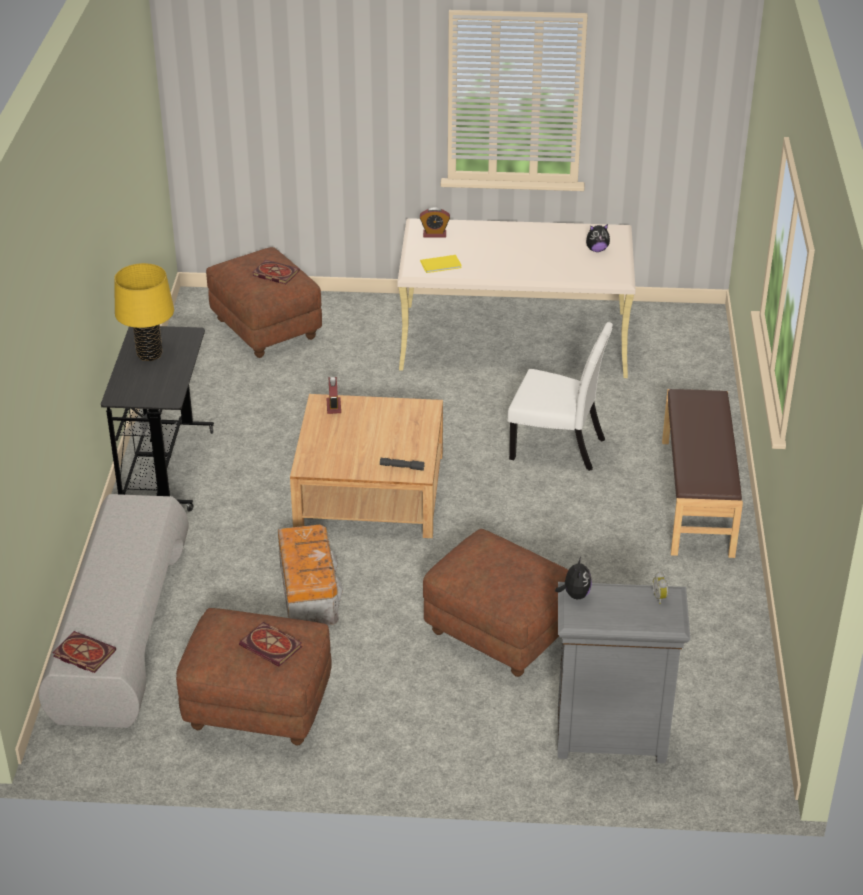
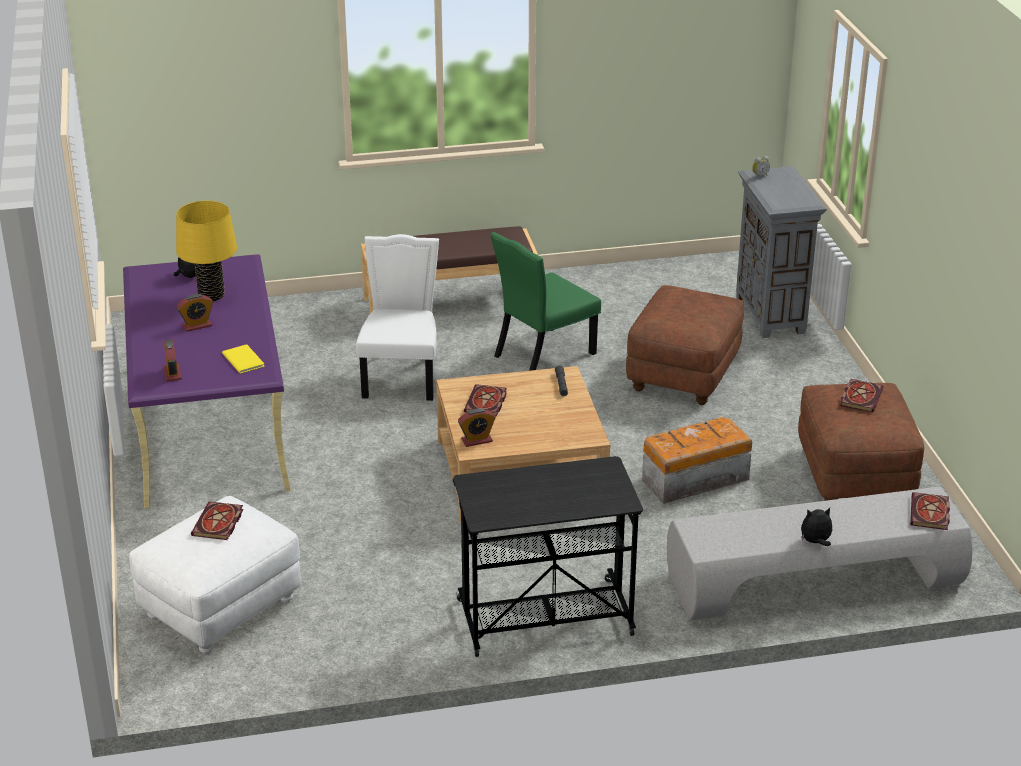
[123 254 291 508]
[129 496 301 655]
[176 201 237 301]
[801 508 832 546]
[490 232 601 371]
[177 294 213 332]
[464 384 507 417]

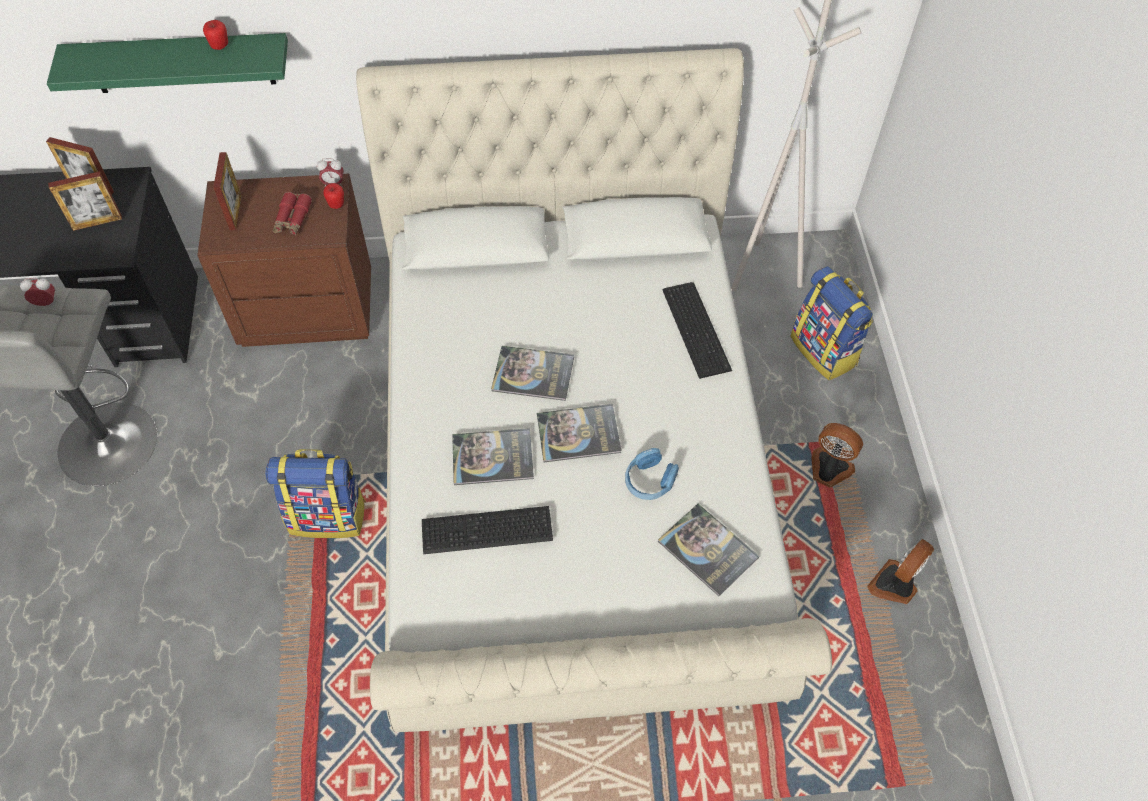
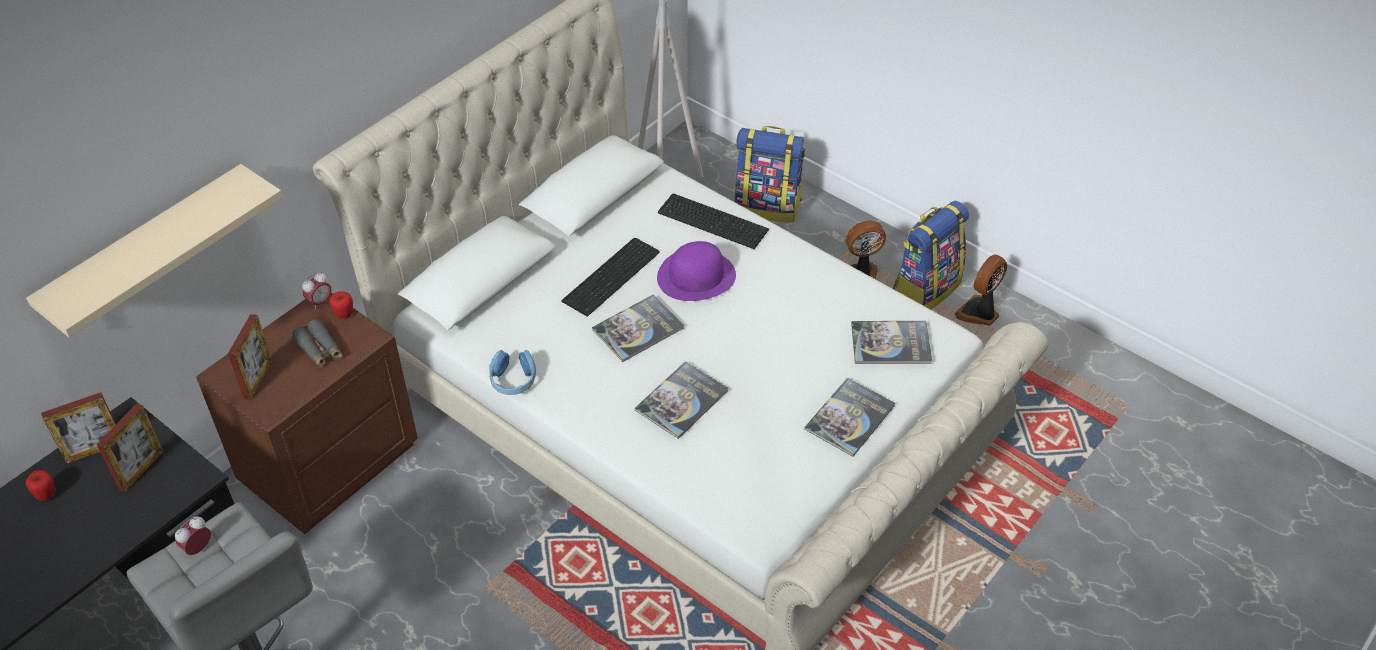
[25 470 56 501]
[26 164 283 337]
[228 314 272 400]
[291 319 342 368]
[804 378 895 456]
[490 350 536 395]
[893 201 969 310]
[561 238 660 317]
[954 255 1007 326]
[657 241 736 301]

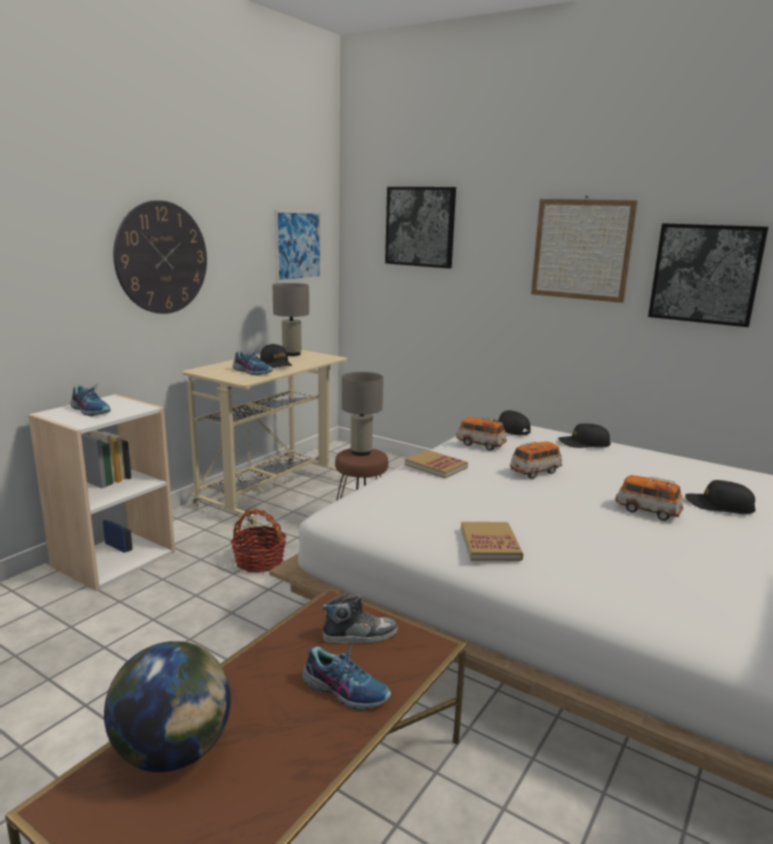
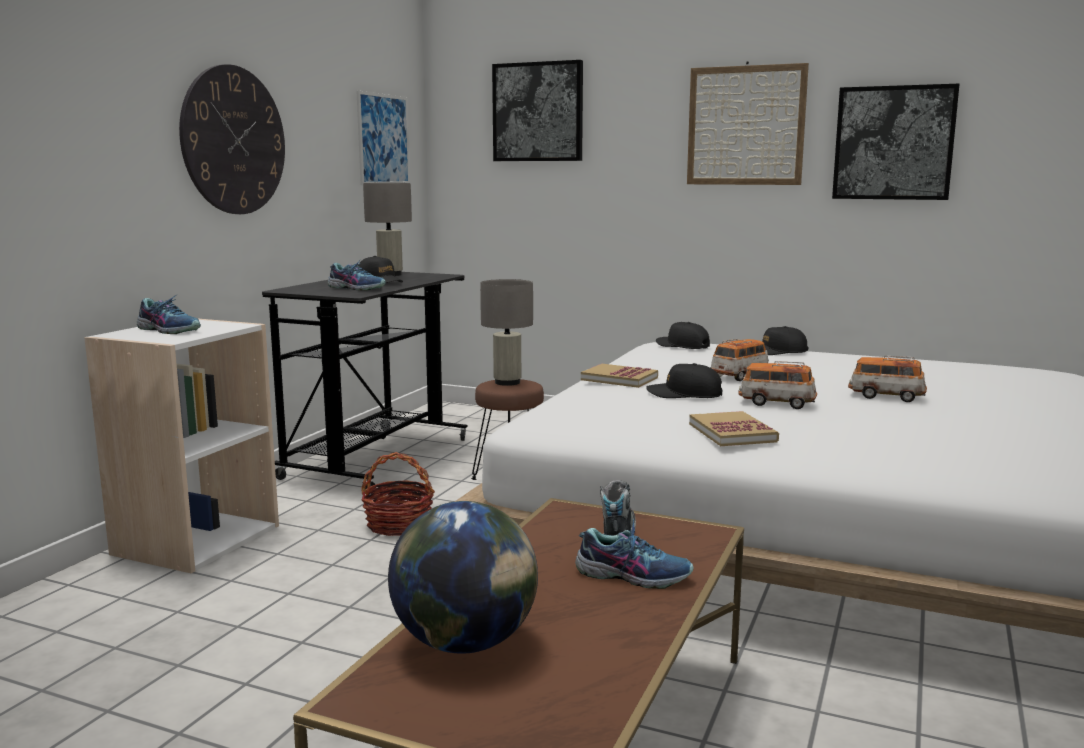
[262 272 468 490]
[739 361 817 409]
[646 363 722 398]
[600 480 636 535]

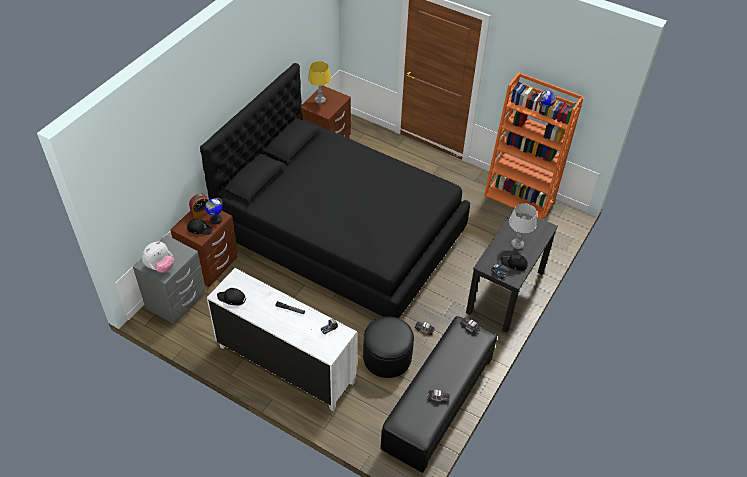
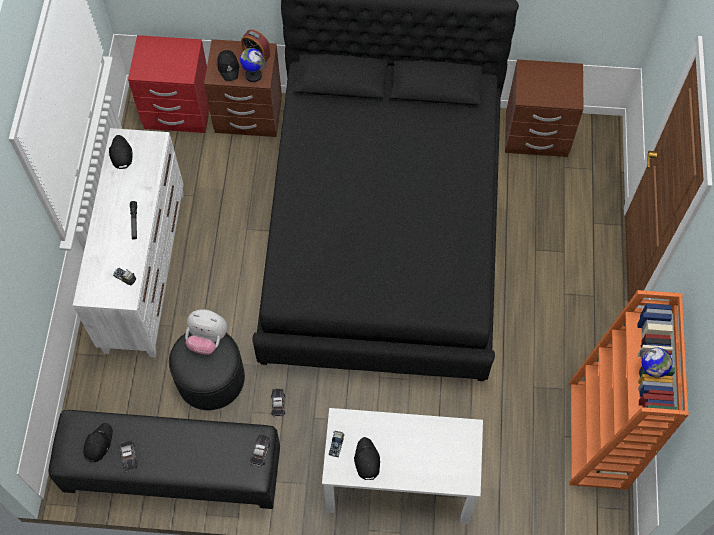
[308 61 331 104] (first image)
[509 203 537 249] (first image)
[322 408 483 524]
[128 35 209 133]
[185 309 227 355]
[83 423 113 462]

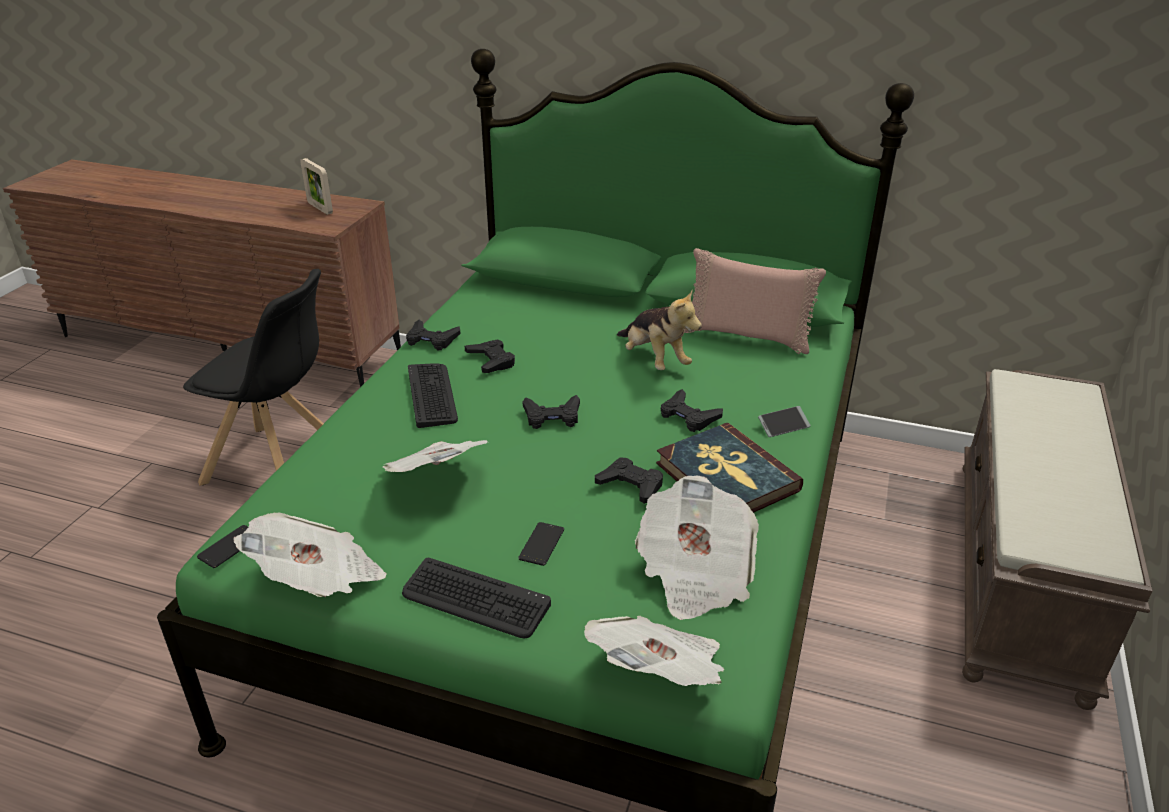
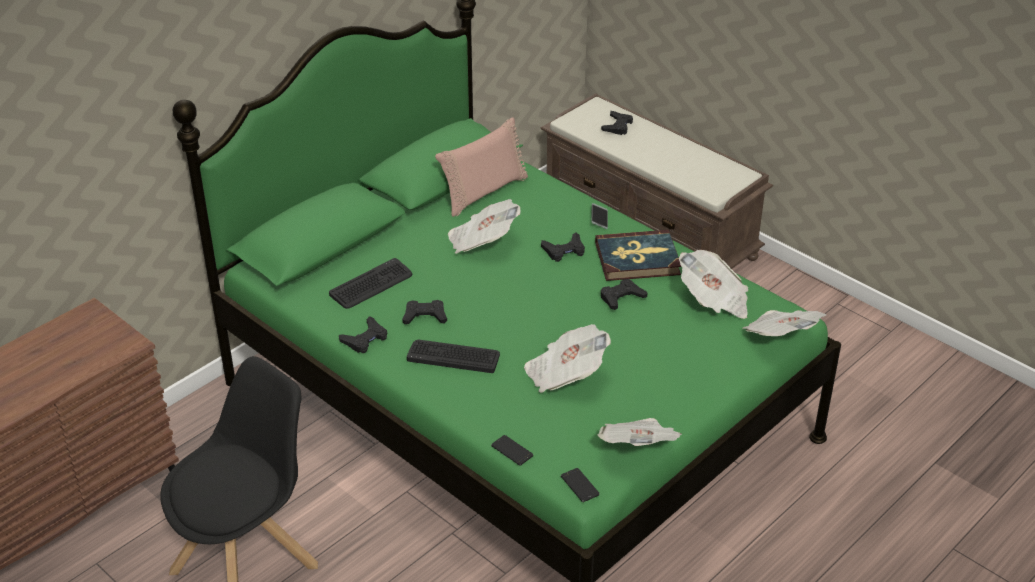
[300 158 333 215] (first image)
[448 199 521 254]
[601 111 633 135]
[491 435 533 465]
[329 258 412 309]

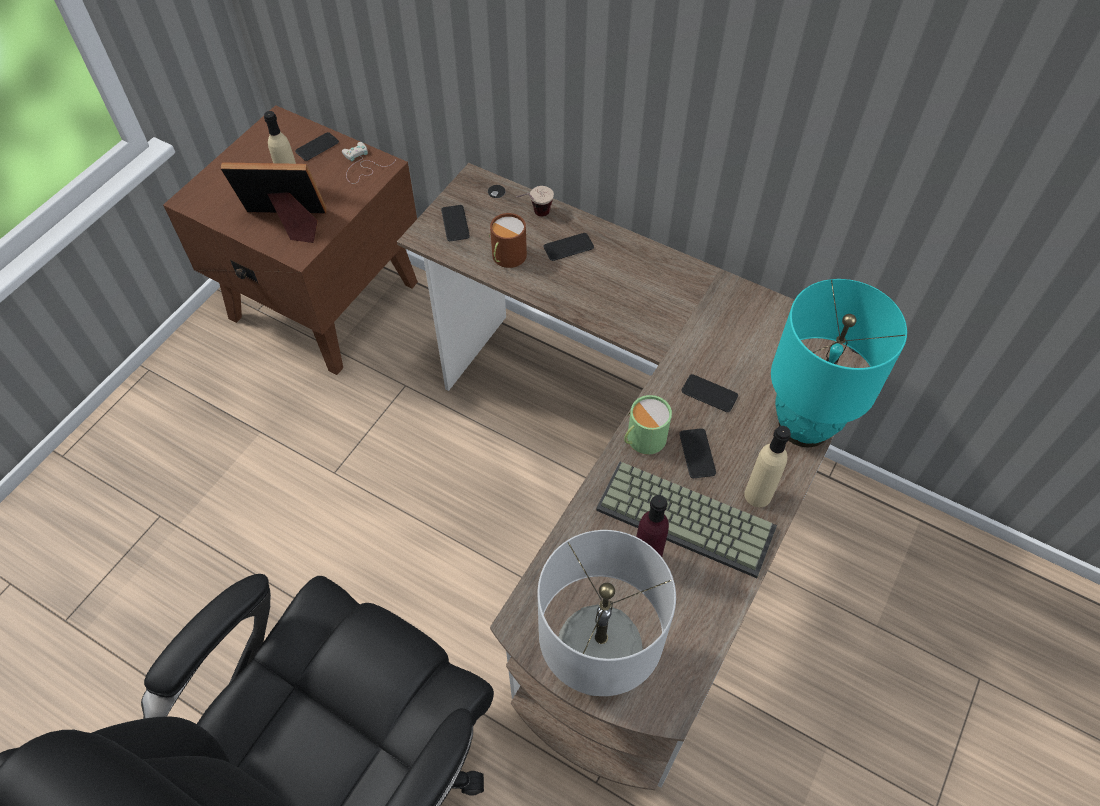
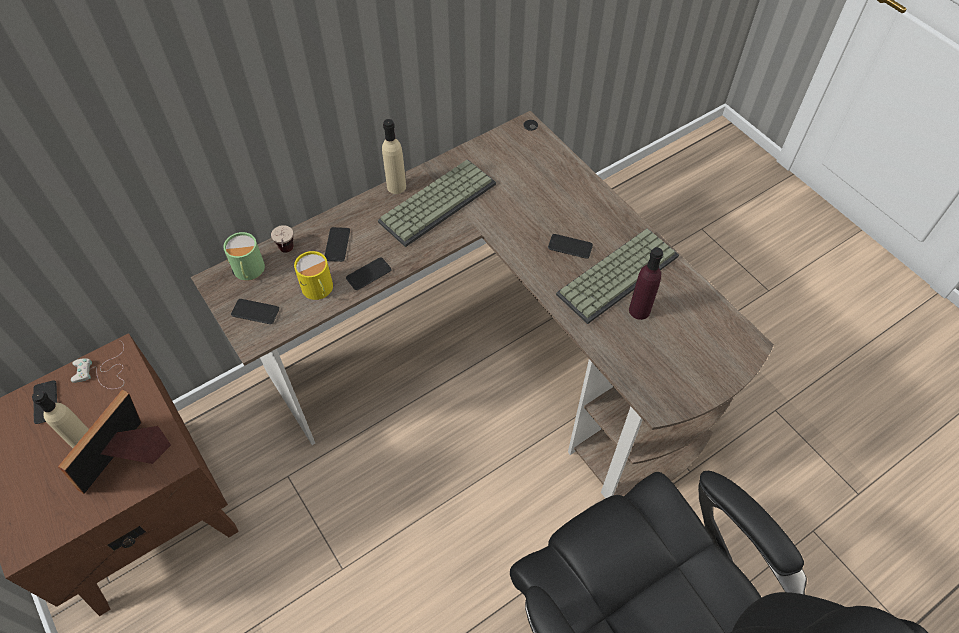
[294 251 333 300]
[771 279 907 447] (first image)
[346 257 392 290]
[223 232 265 281]
[382 119 406 194]
[538 530 676 696] (first image)
[378 159 496 247]

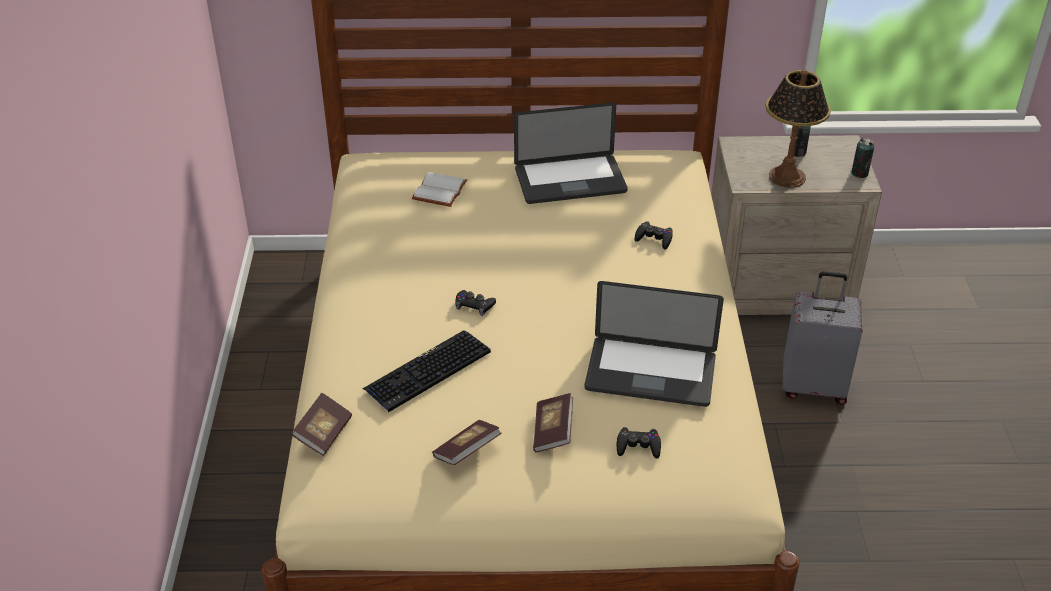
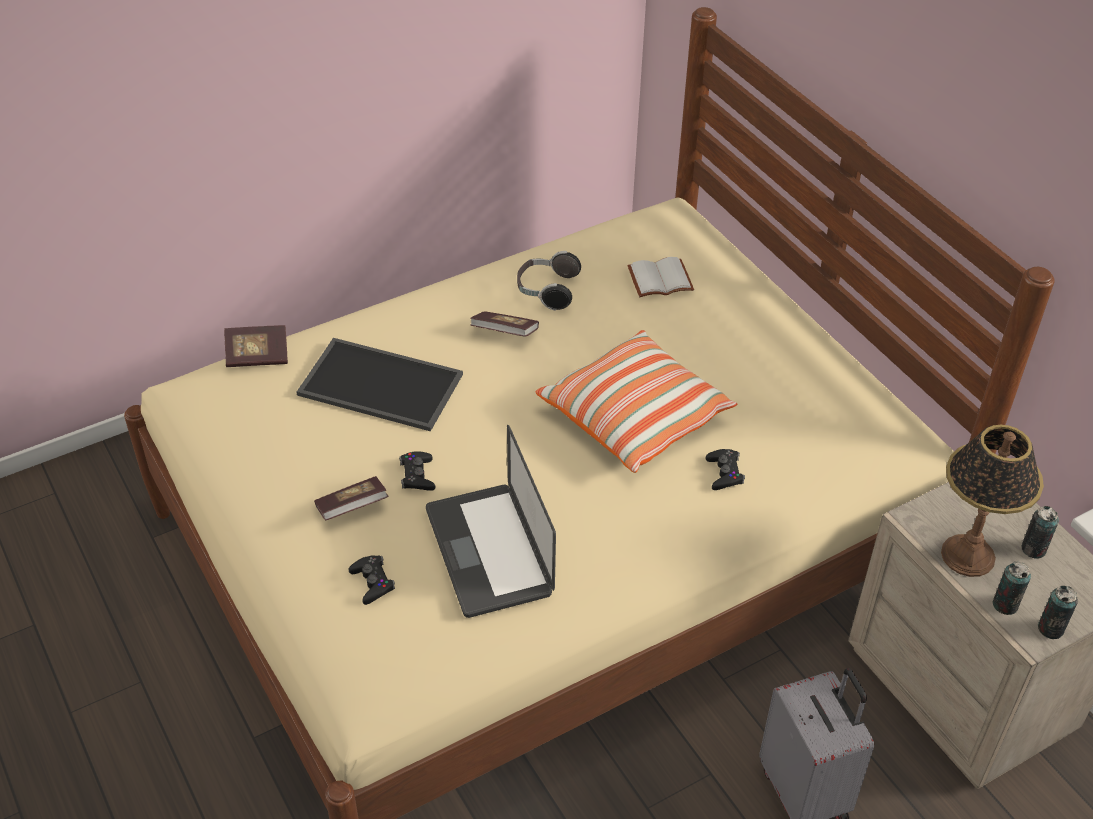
[514 103 628 204] (first image)
[399 451 435 491]
[297 338 463 431]
[470 311 539 337]
[517 251 581 311]
[535 330 738 473]
[992 562 1031 615]

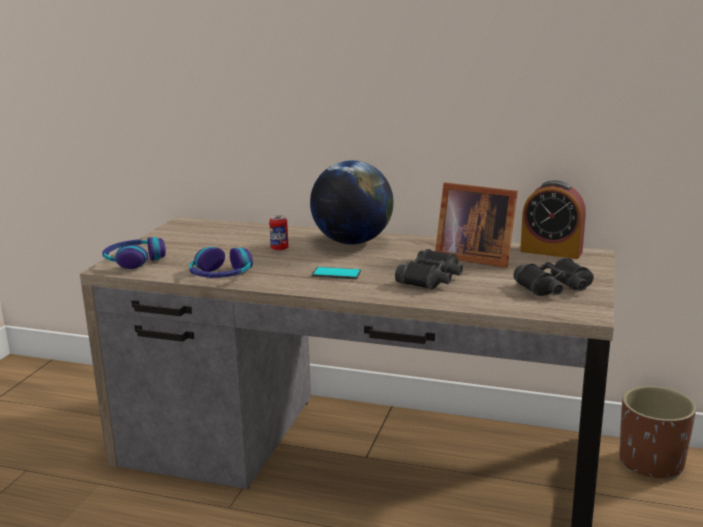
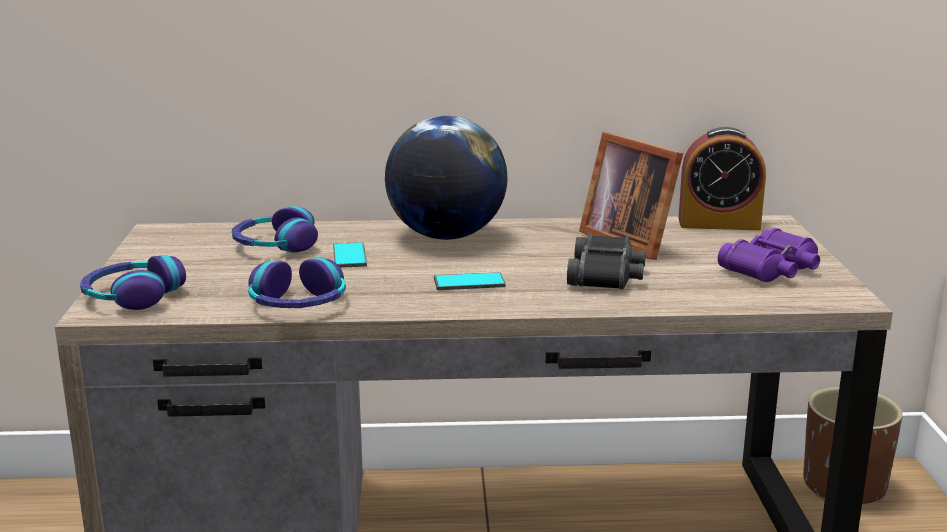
[579 132 683 260]
[333 242 367 268]
[718 228 820 282]
[232 206 318 253]

